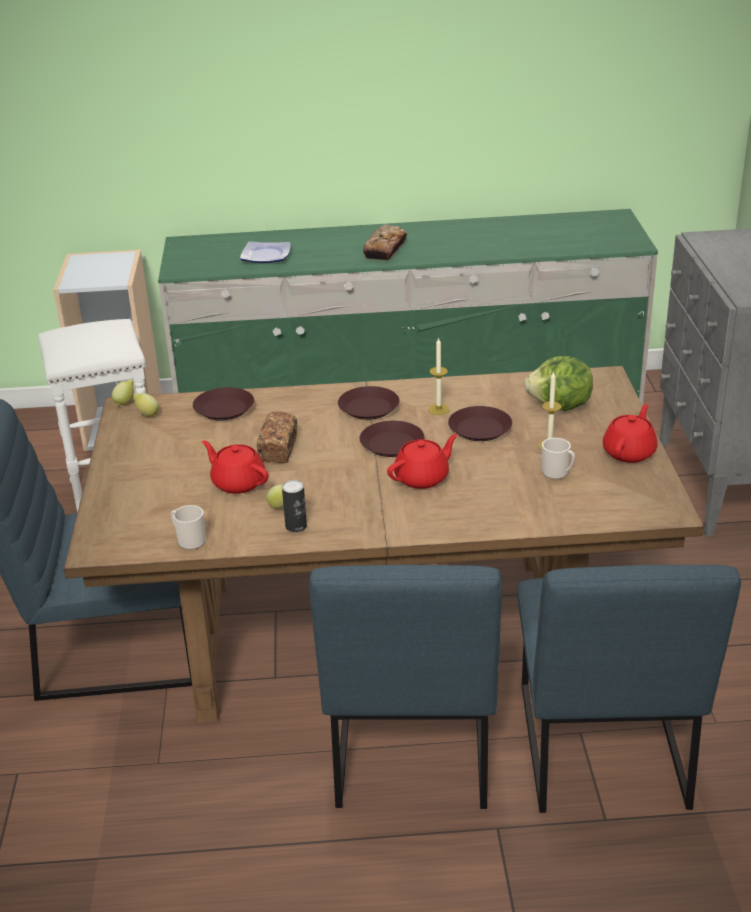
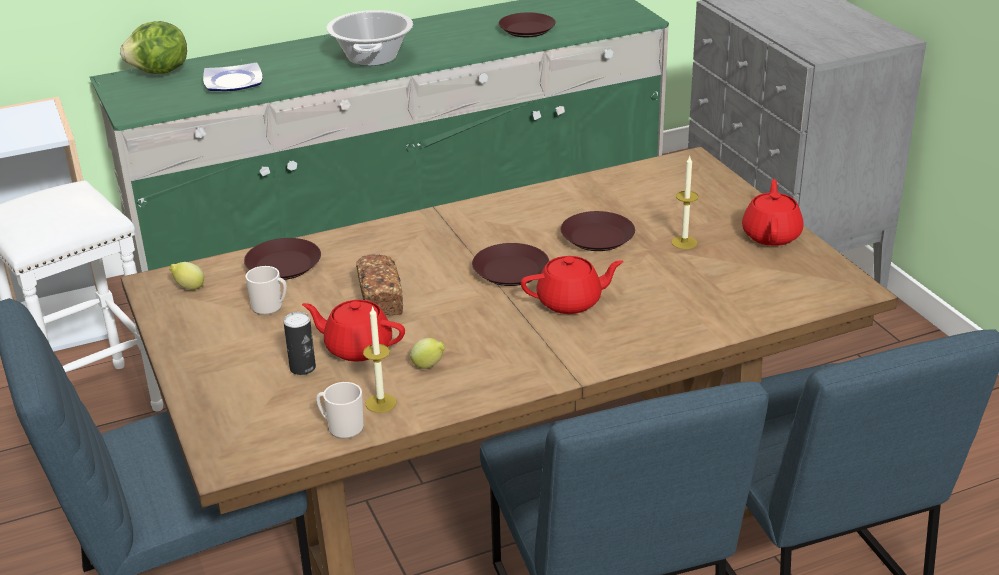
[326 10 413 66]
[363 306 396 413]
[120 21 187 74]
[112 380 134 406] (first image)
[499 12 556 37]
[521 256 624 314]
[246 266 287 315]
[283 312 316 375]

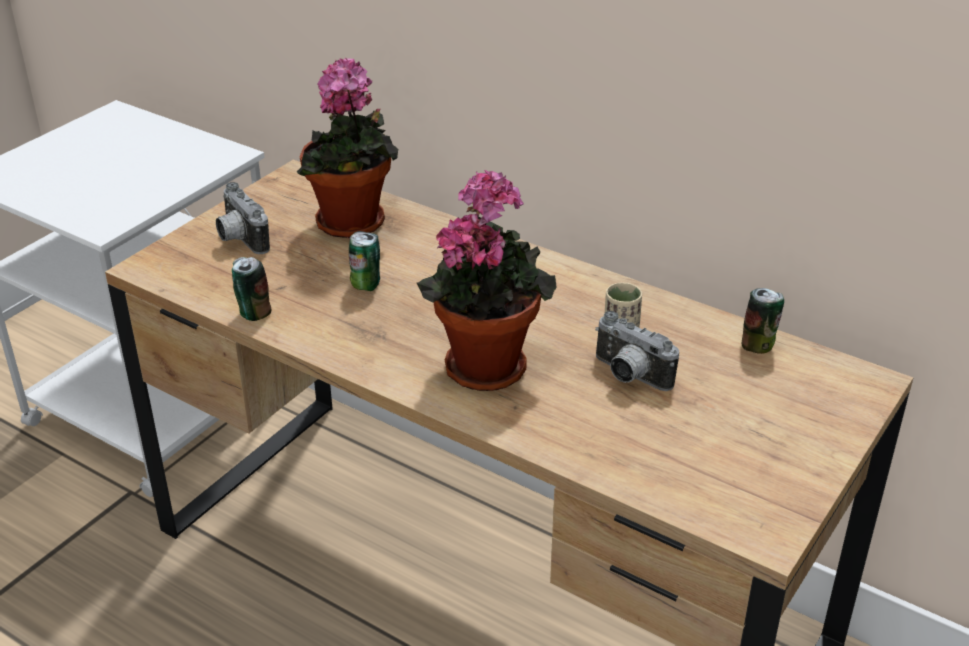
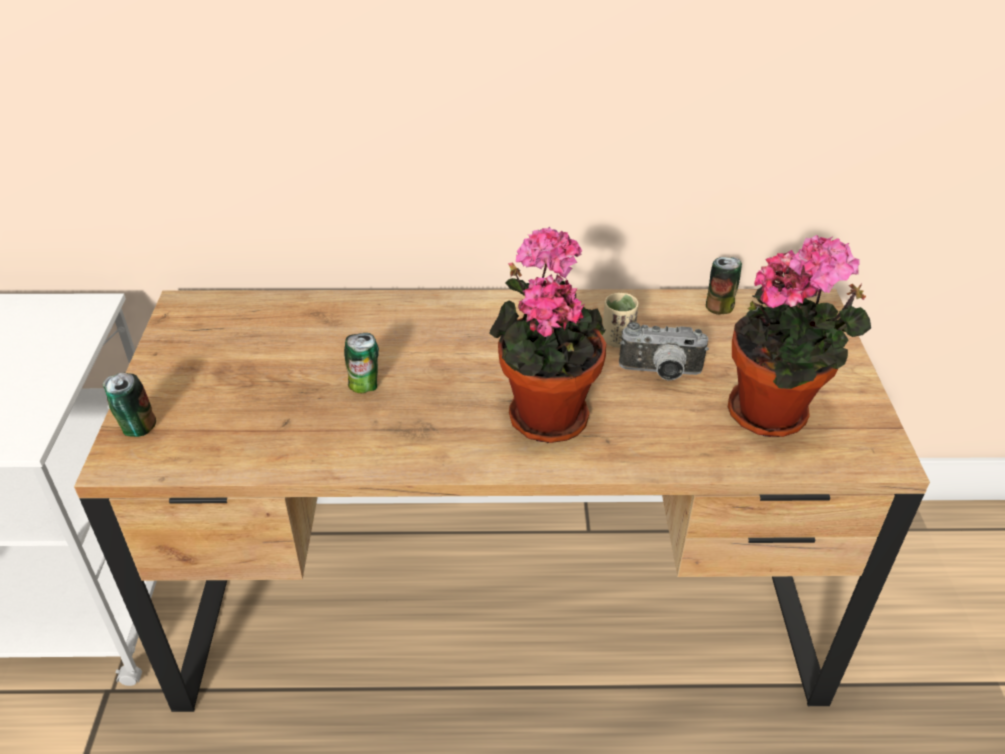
[728 235 871 437]
[216 182 270 254] (first image)
[103 372 156 437]

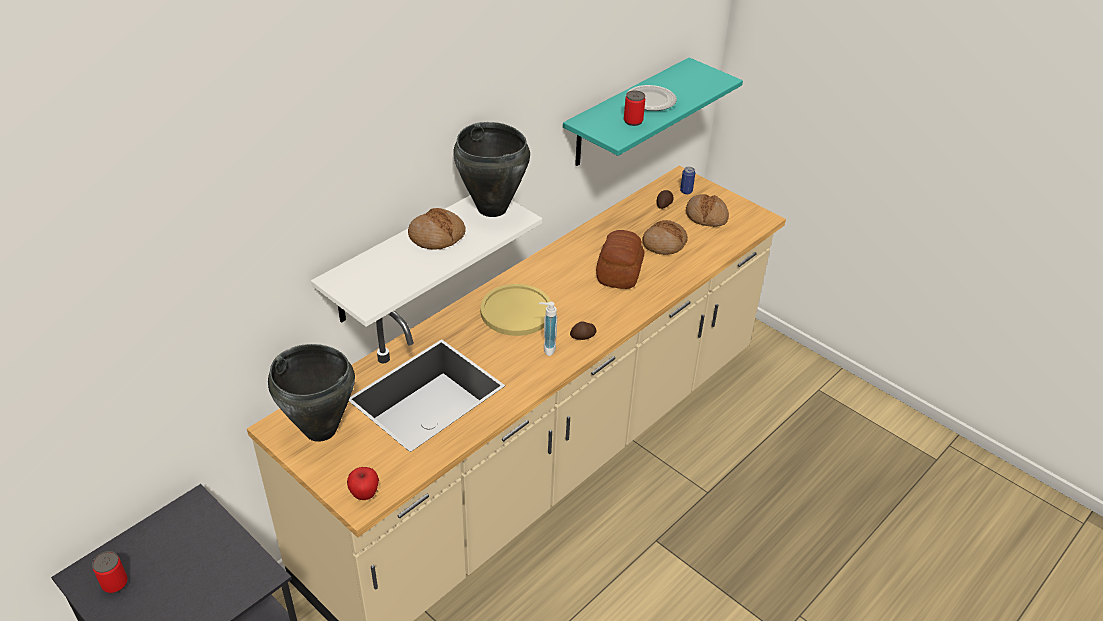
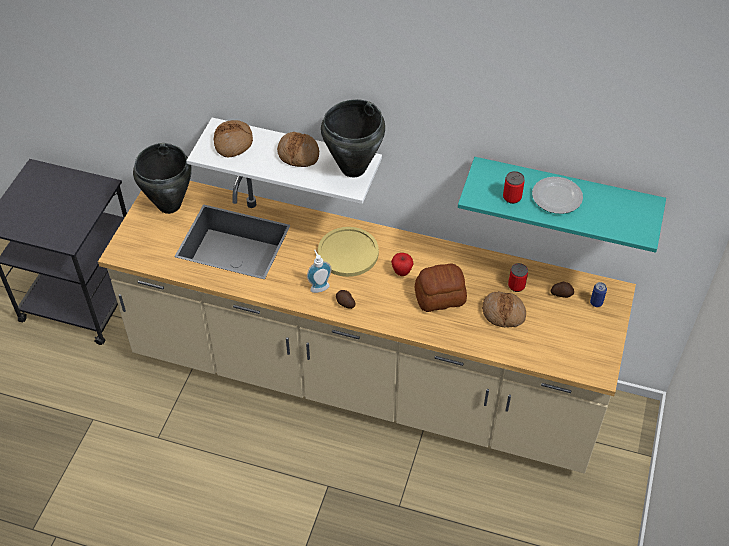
[214 120 253 157]
[391 253 414 276]
[508 263 528 292]

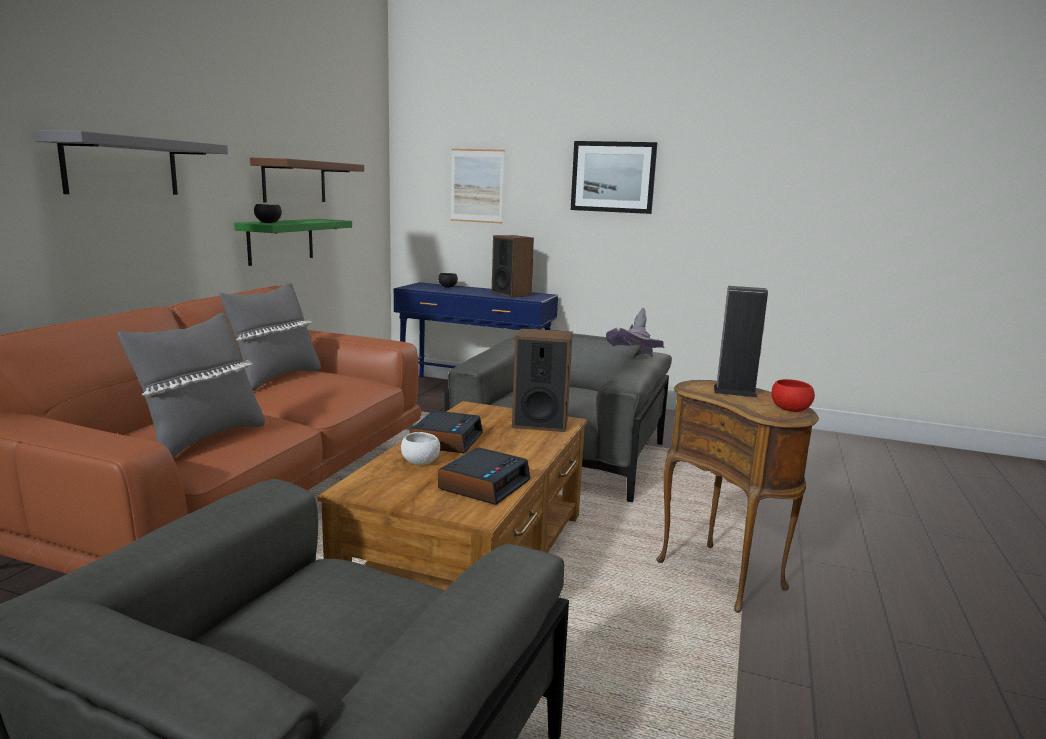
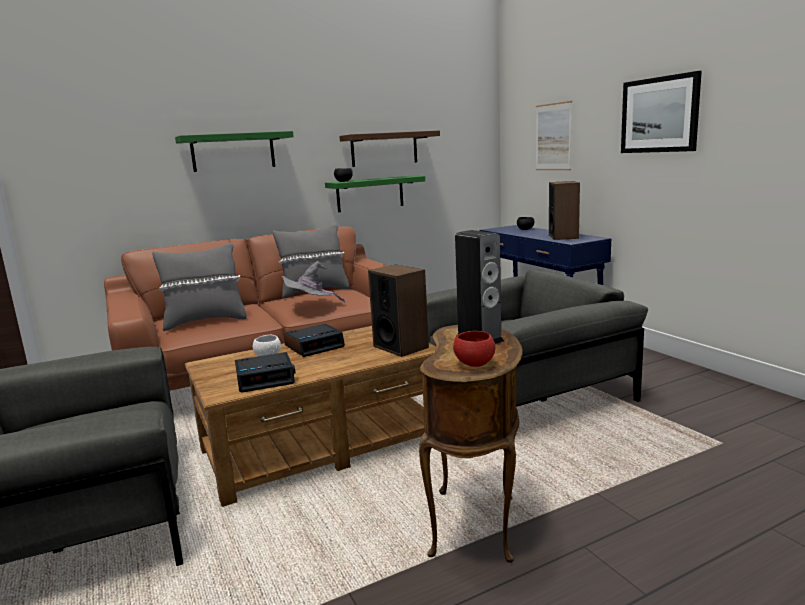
[175 131 294 172]
[282 261 346 303]

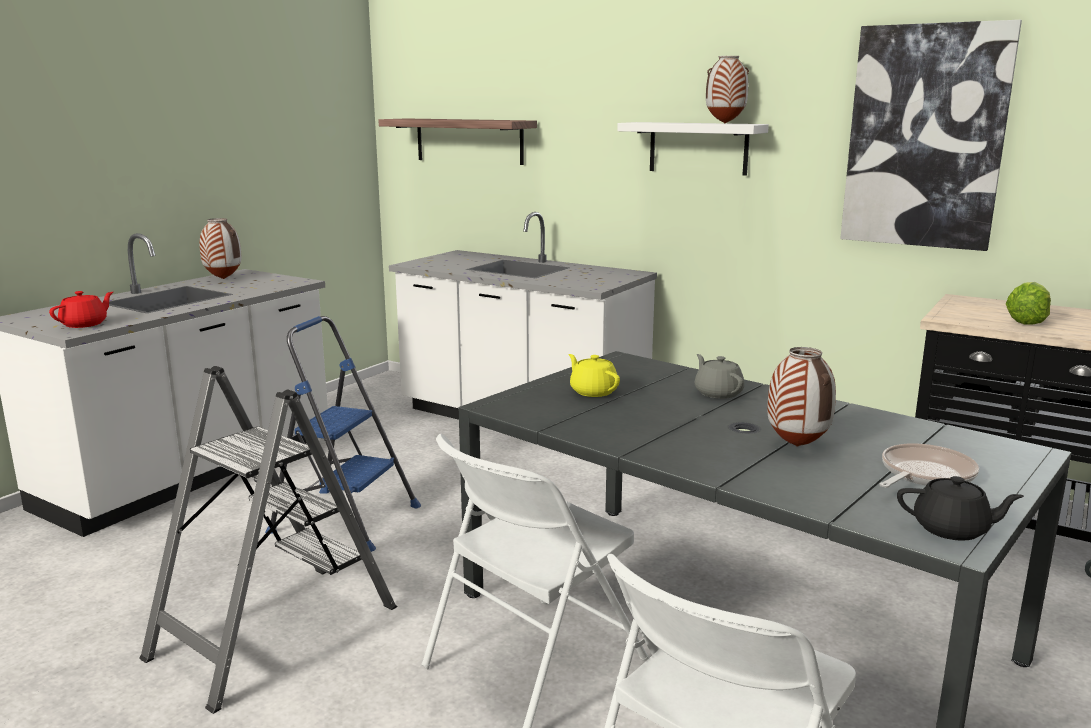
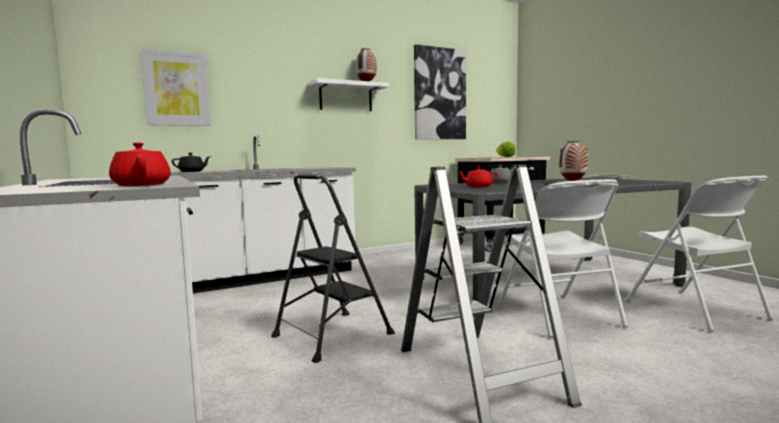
[140 49 211 126]
[199 218 241 279] (first image)
[271 173 395 363]
[457 167 498 187]
[172 153 210 172]

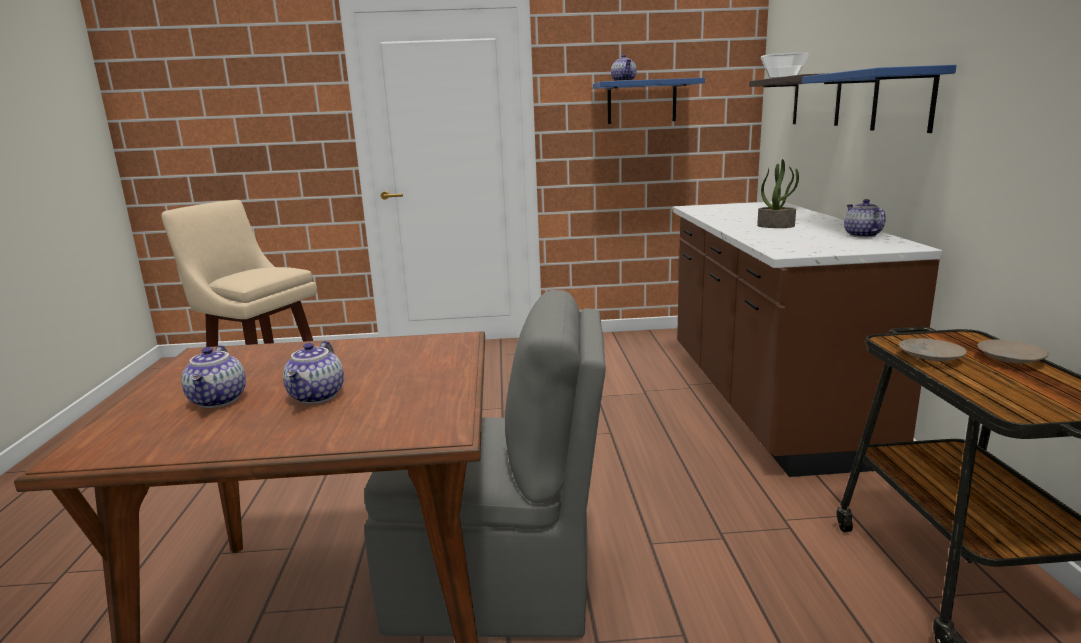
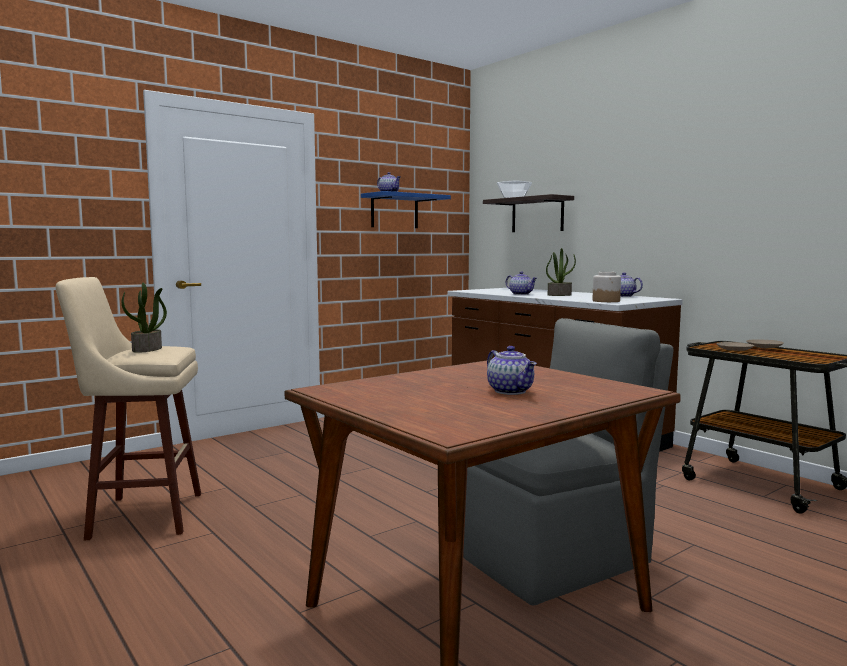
[802 65 957 133] (first image)
[506 271 537 295]
[593 272 621 302]
[122 282 167 353]

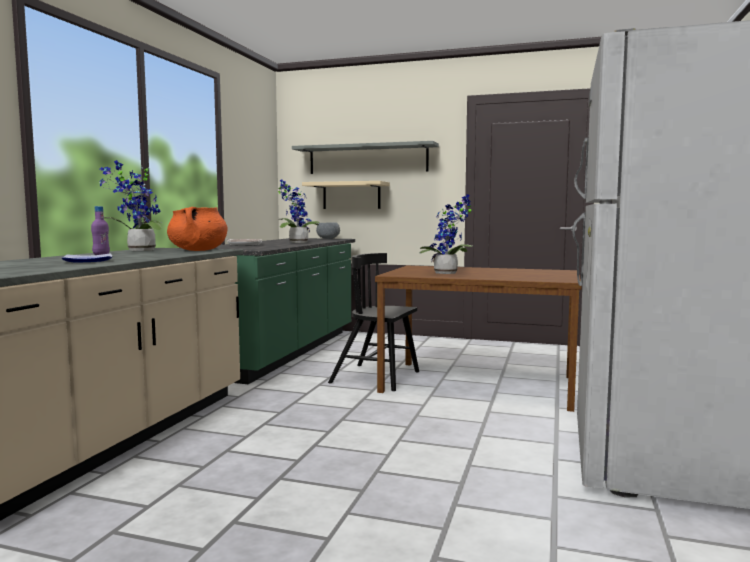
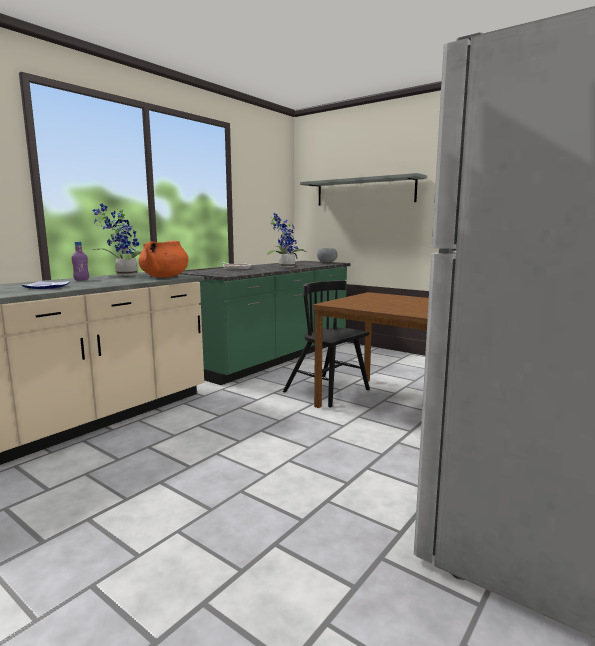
[302 181 390 209] (first image)
[419 194 473 274] (first image)

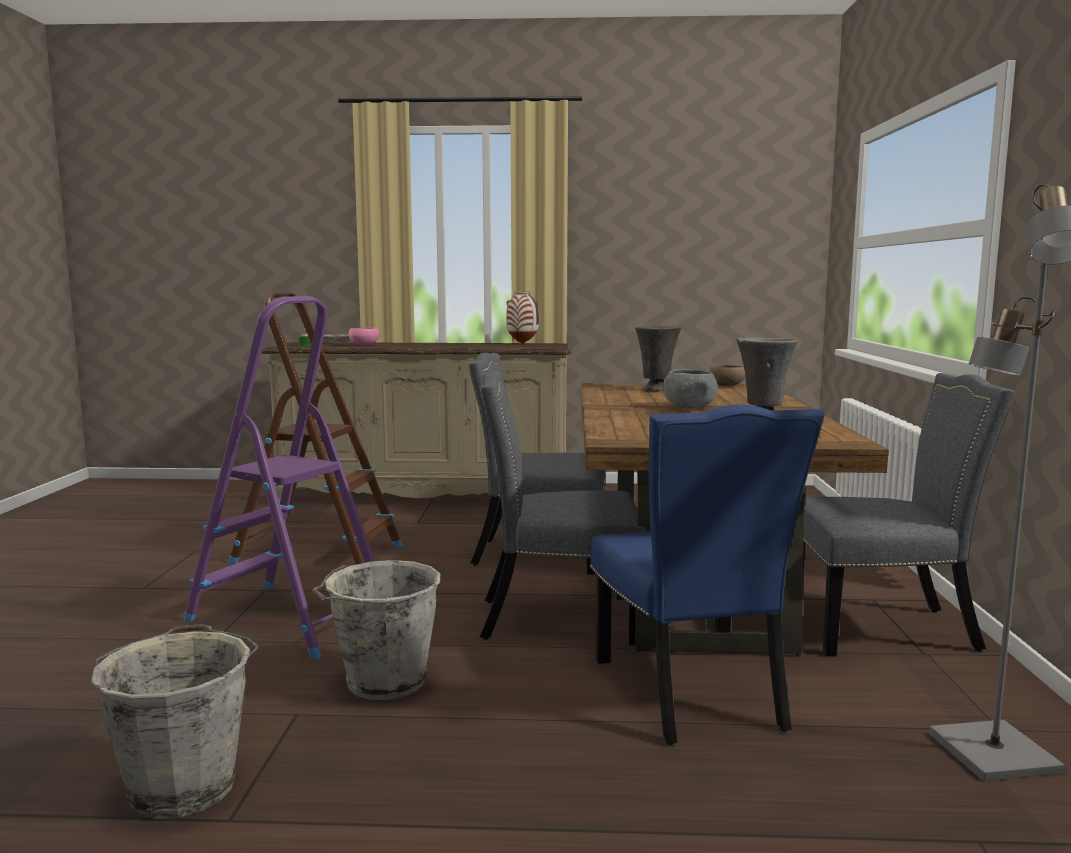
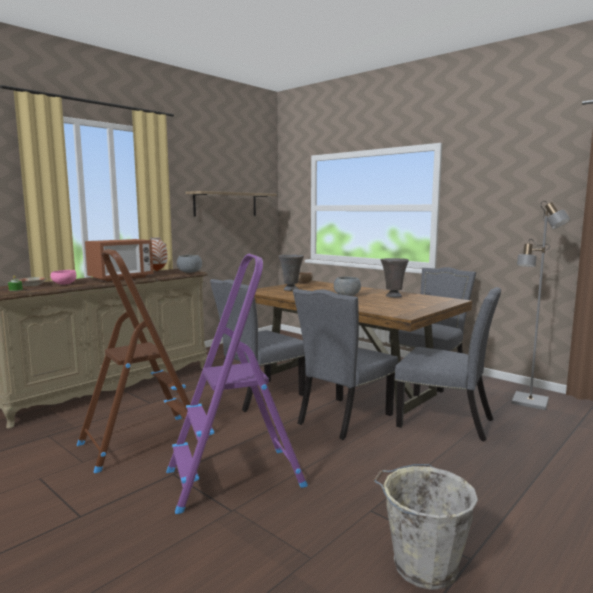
[395 287 501 441]
[312 560 440 700] (first image)
[185 191 277 216]
[85 239 153 282]
[177 255 202 273]

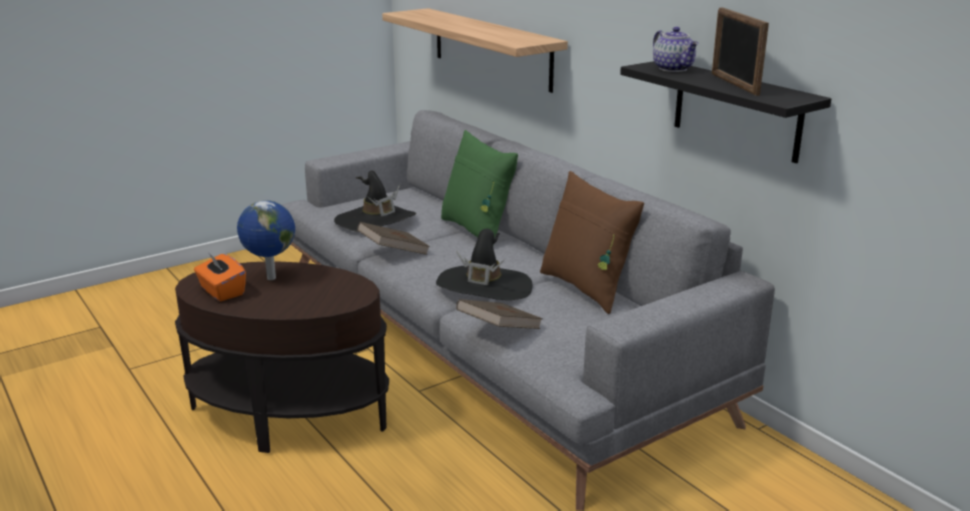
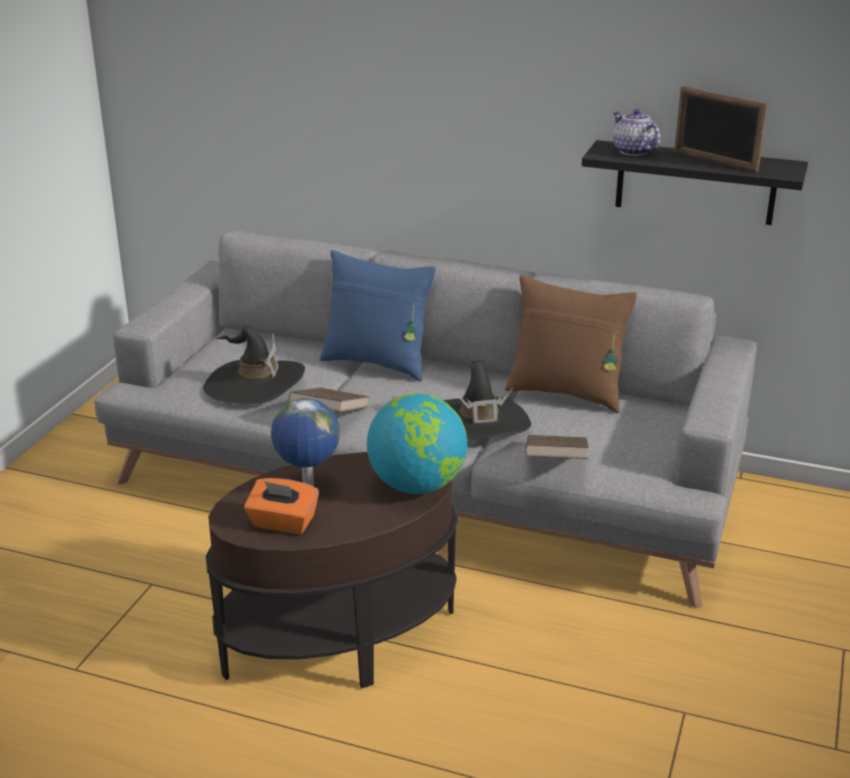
[382 8 568 93] (first image)
[613 109 660 156]
[320 250 436 381]
[367 393 467 494]

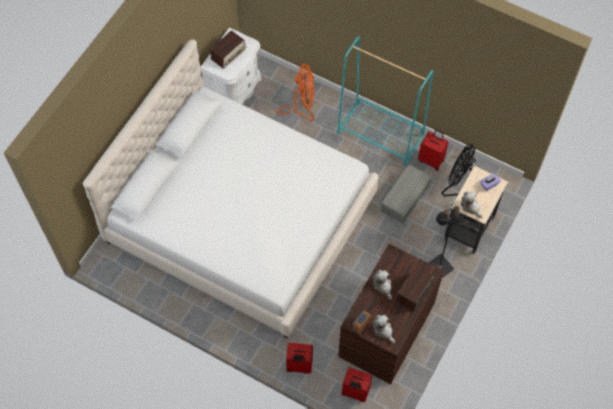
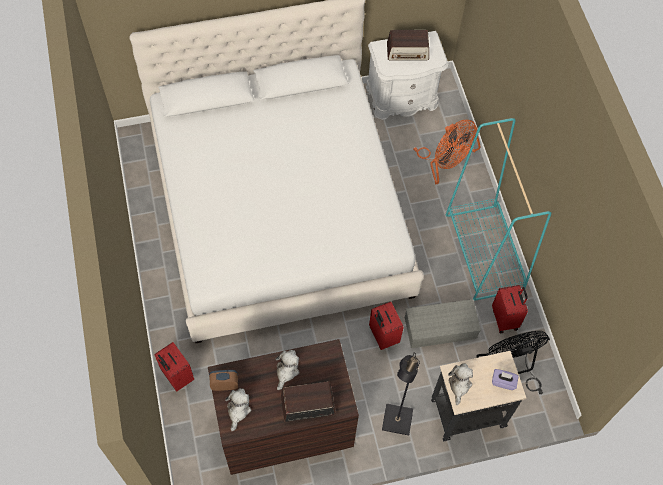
[369 302 404 350]

